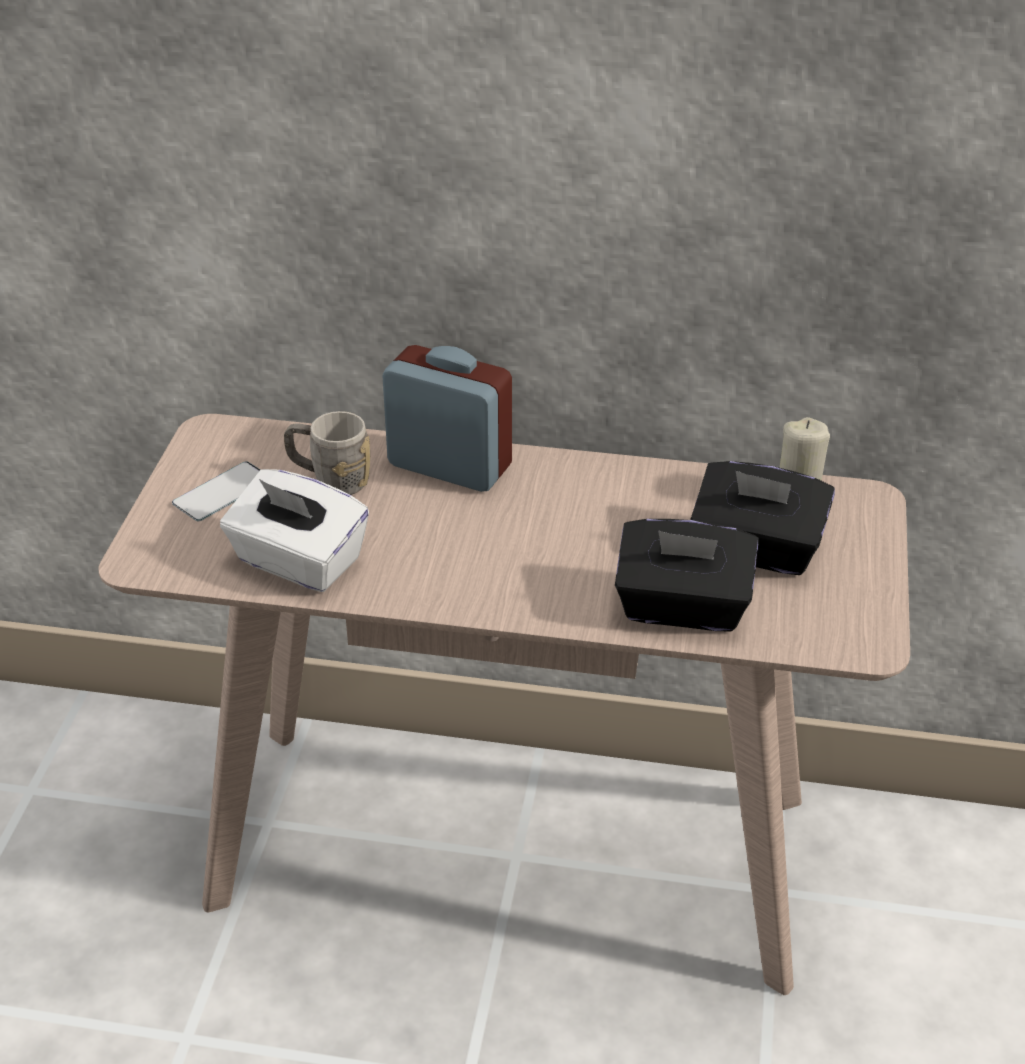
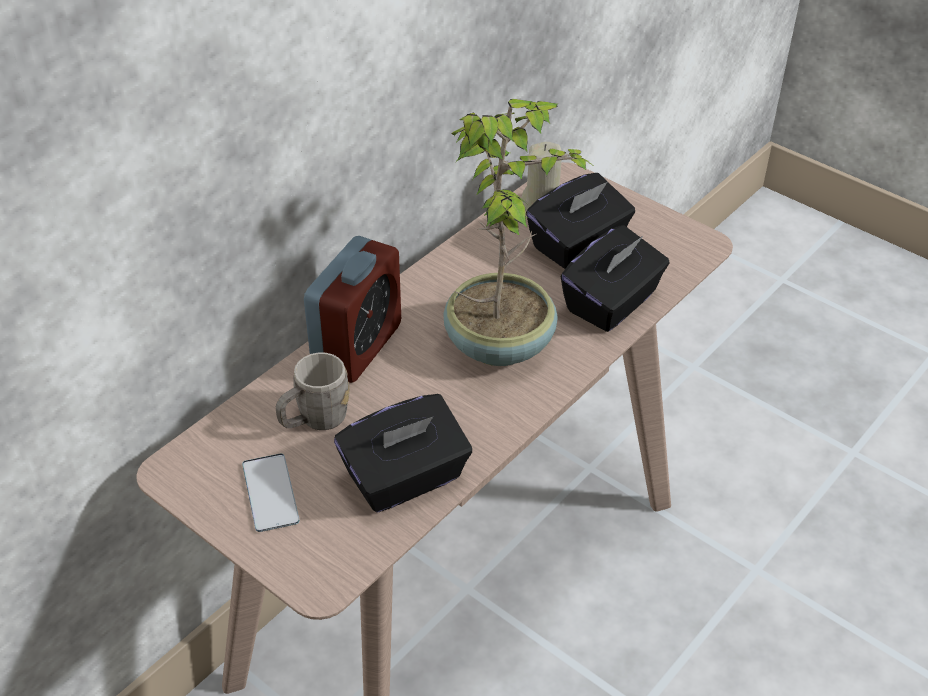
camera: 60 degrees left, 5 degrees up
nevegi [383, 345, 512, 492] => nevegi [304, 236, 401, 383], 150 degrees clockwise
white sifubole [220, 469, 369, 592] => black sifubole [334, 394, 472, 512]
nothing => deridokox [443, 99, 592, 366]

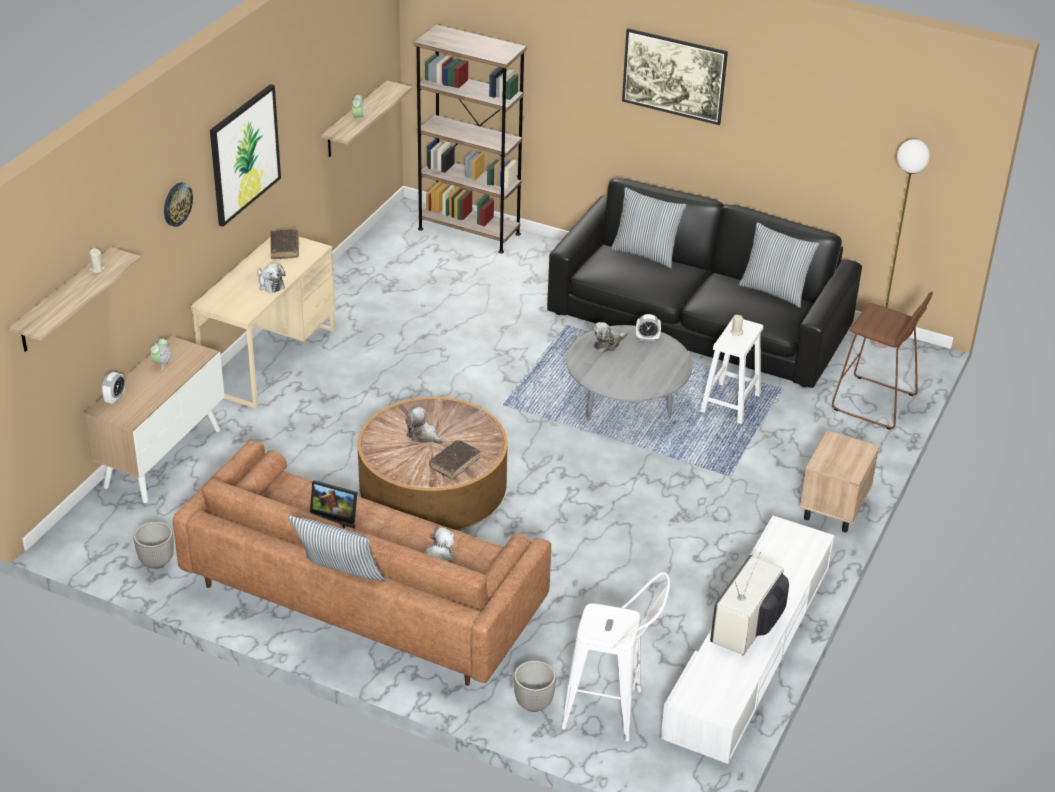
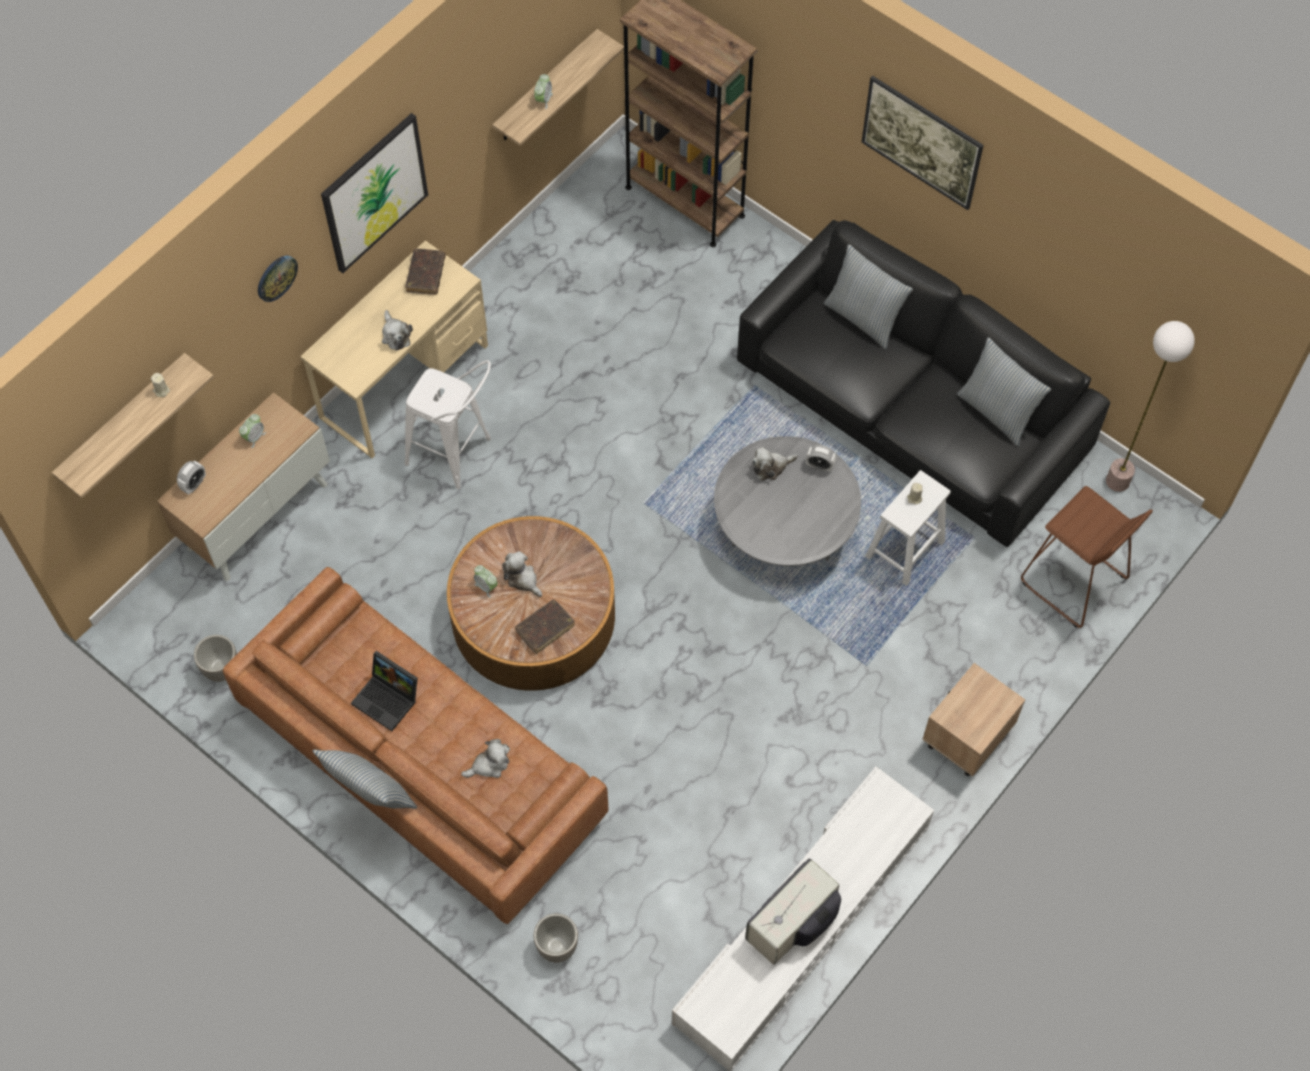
camera: 15 degrees right, 25 degrees up
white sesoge [561, 572, 670, 741] => white sesoge [404, 360, 491, 489], relocated
nothing => nevegi [474, 565, 498, 598]

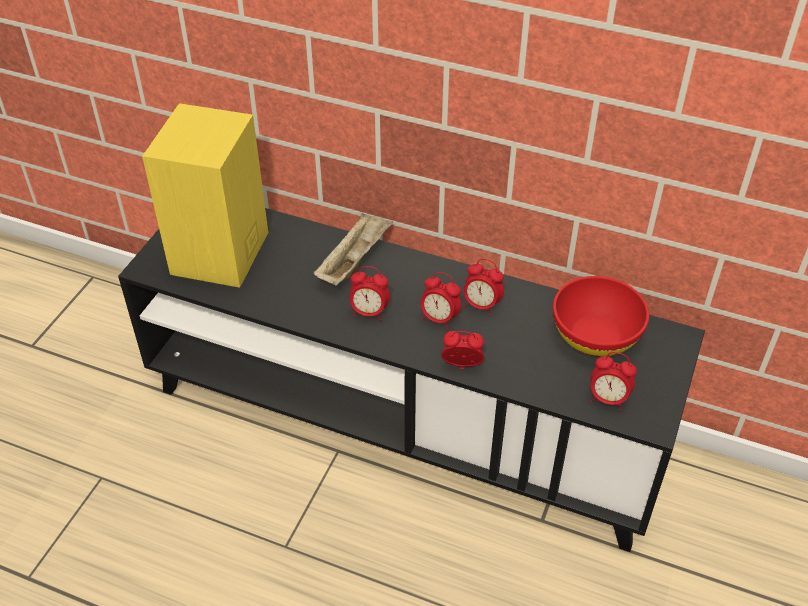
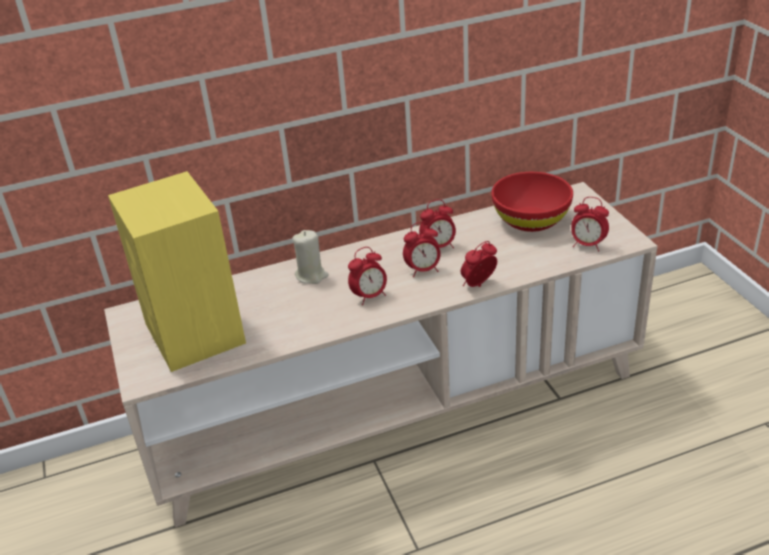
camera: 40 degrees left, 10 degrees down
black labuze [118, 208, 705, 552] => beige labuze [104, 182, 657, 527]
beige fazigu [314, 213, 393, 286] => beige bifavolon [292, 230, 328, 284]
nevegi [591, 352, 637, 410] => nevegi [571, 197, 609, 251], 45 degrees clockwise

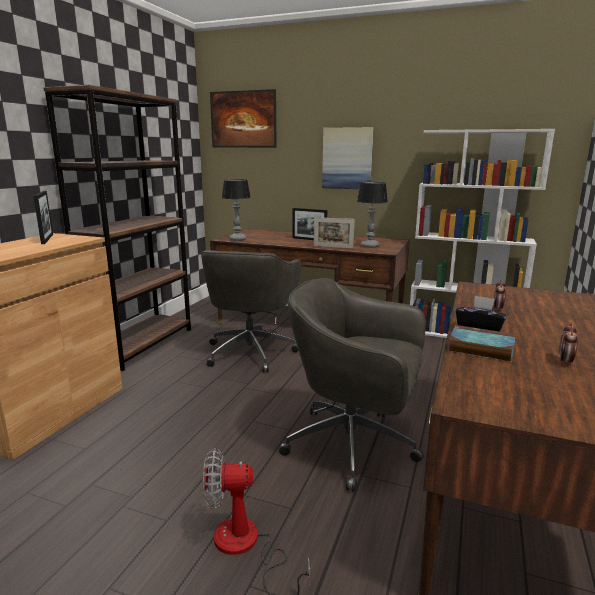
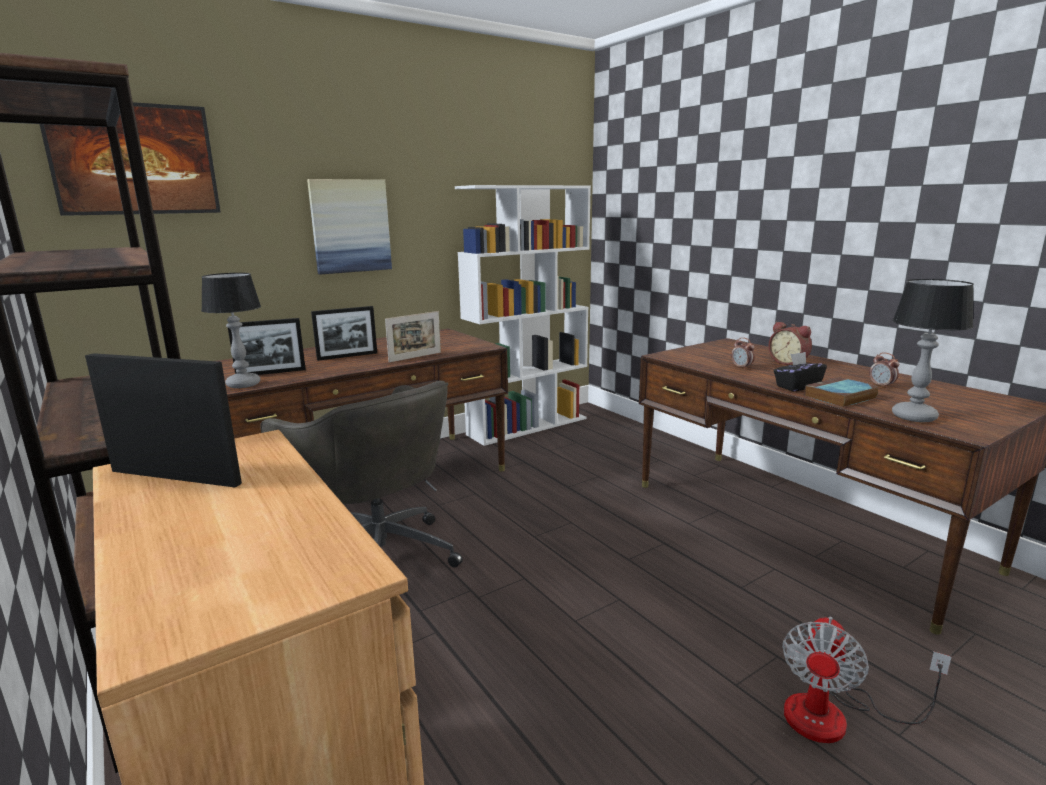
camera: 55 degrees left, 0 degrees up
nothing => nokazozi [228, 318, 306, 375]
nothing => nevegi [768, 322, 812, 365]
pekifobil [357, 182, 388, 248] => pekifobil [892, 279, 974, 422], relocated
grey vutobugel [279, 278, 426, 492] => nothing

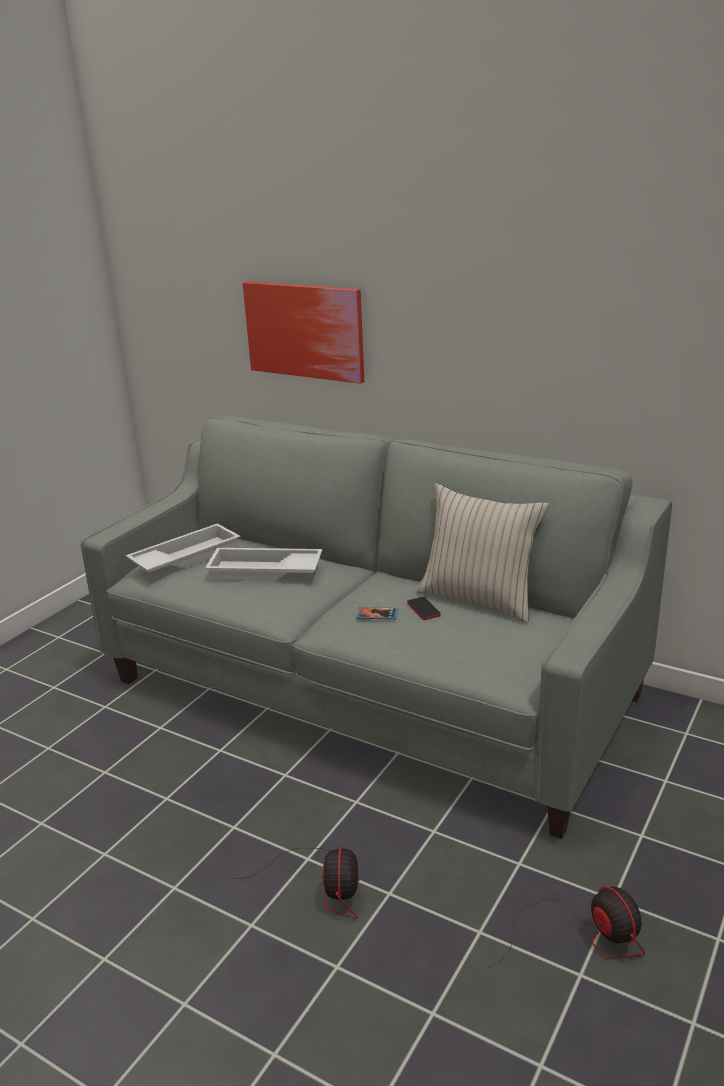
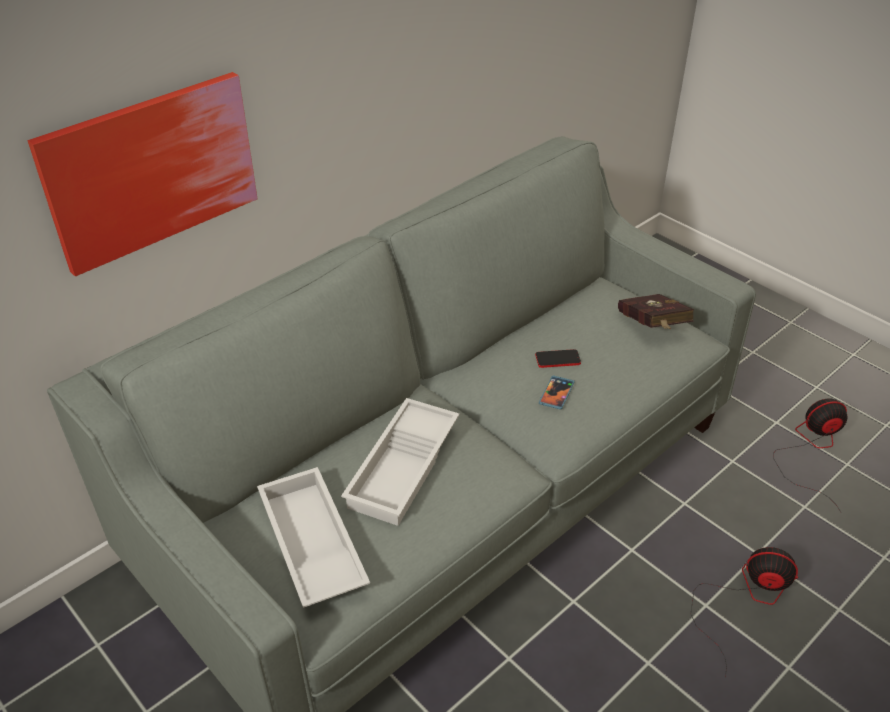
camera: 75 degrees left, 15 degrees up
nothing => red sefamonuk [618, 294, 694, 329]
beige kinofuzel [417, 483, 549, 623] => nothing

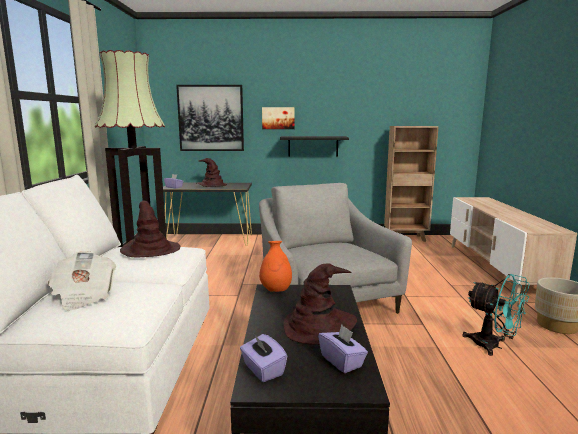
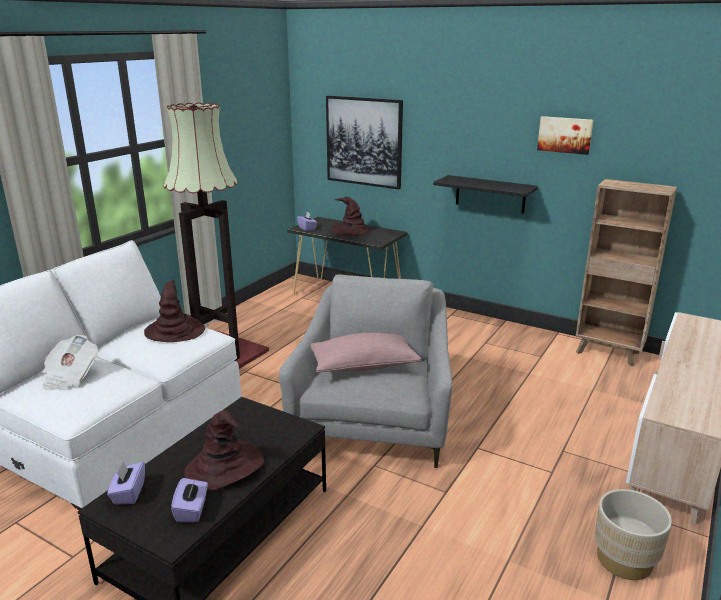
camera: 30 degrees right, 10 degrees up
nothing => pink kinofuzel [310, 333, 422, 373]
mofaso [262, 107, 295, 129] => mofaso [537, 116, 594, 155], relocated
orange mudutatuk [259, 241, 292, 292] => nothing
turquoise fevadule [463, 274, 529, 356] => nothing

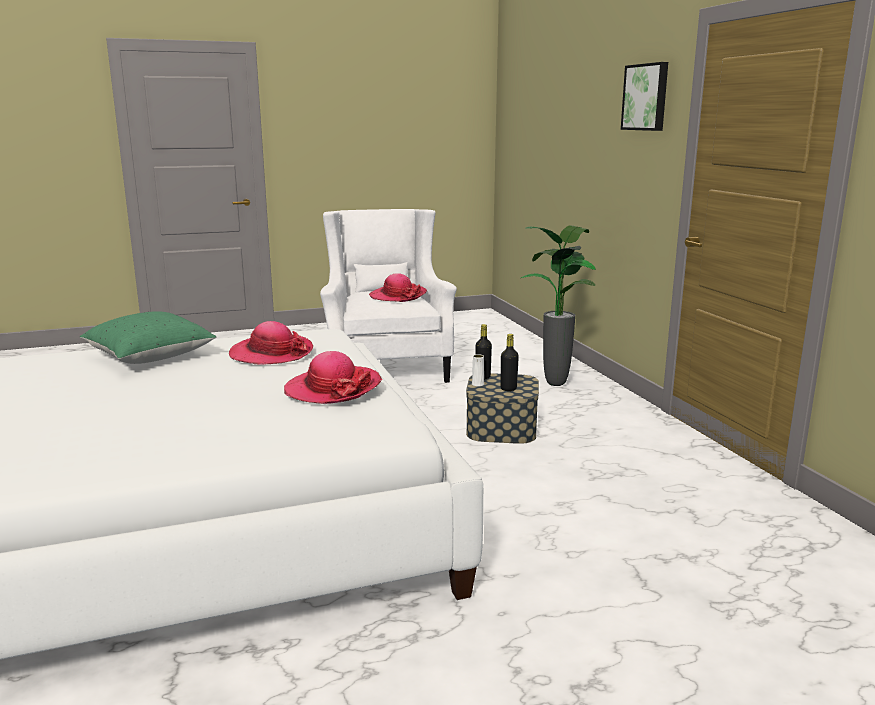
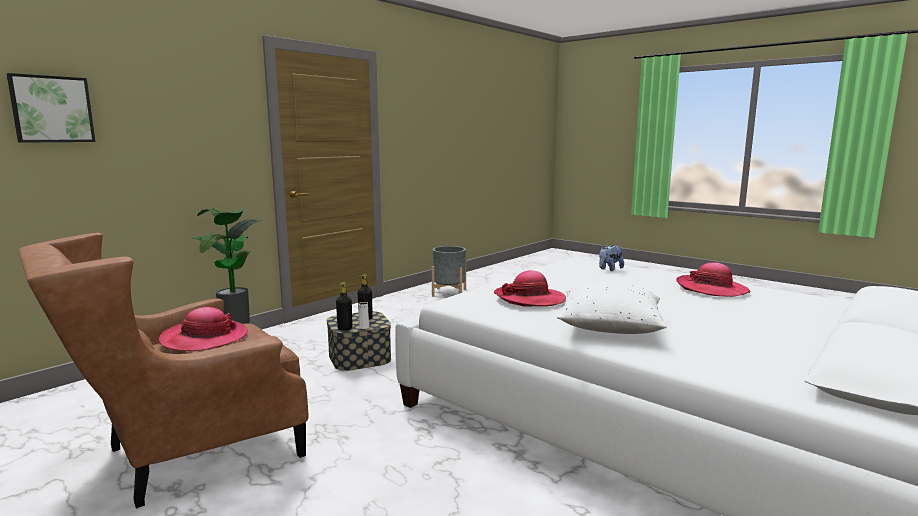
camera: 120 degrees left, 5 degrees down
mofaso [621, 62, 668, 131] => mofaso [7, 73, 95, 143], relocated
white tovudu [320, 209, 457, 383] => brown tovudu [18, 233, 309, 509]
nothing => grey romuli [432, 246, 466, 297]
green kinofuzel [80, 311, 216, 364] => white kinofuzel [557, 282, 667, 334]
nothing => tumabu [599, 245, 624, 271]
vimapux [284, 351, 382, 404] => vimapux [676, 263, 751, 297], relocated

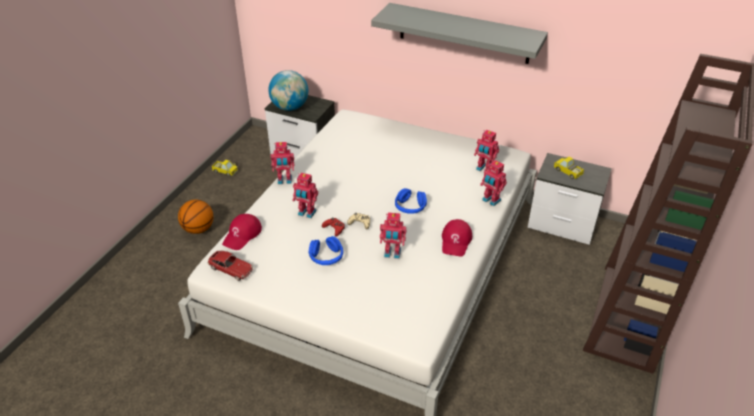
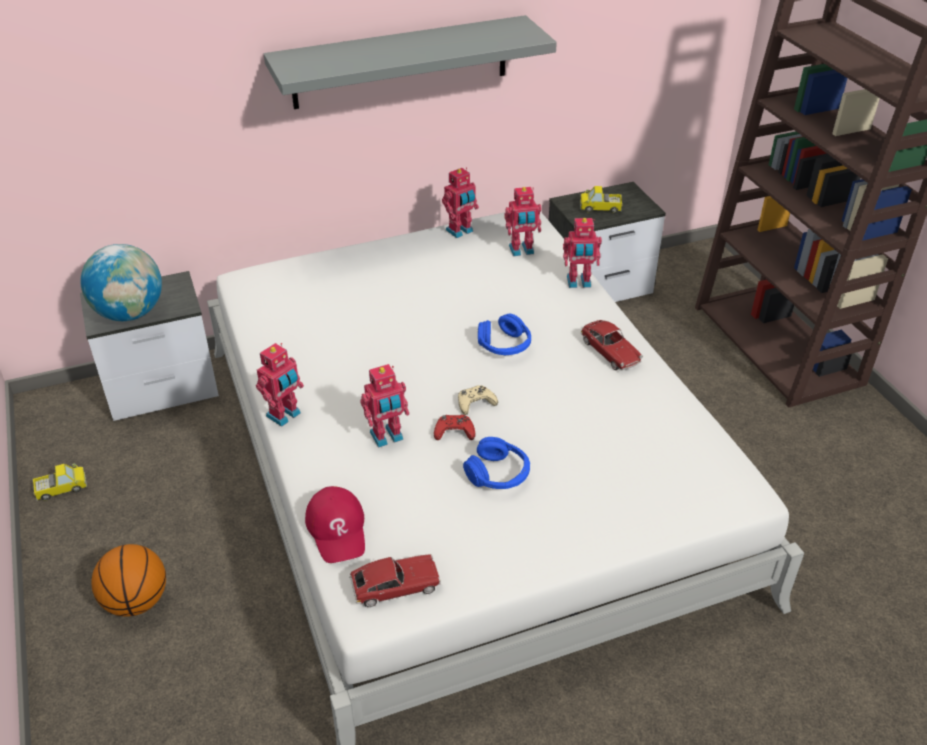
camera: 45 degrees left, 0 degrees up
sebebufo [380, 212, 406, 259] => sebebufo [442, 167, 479, 238], relocated
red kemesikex [442, 219, 472, 257] => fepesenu [581, 320, 643, 370]

